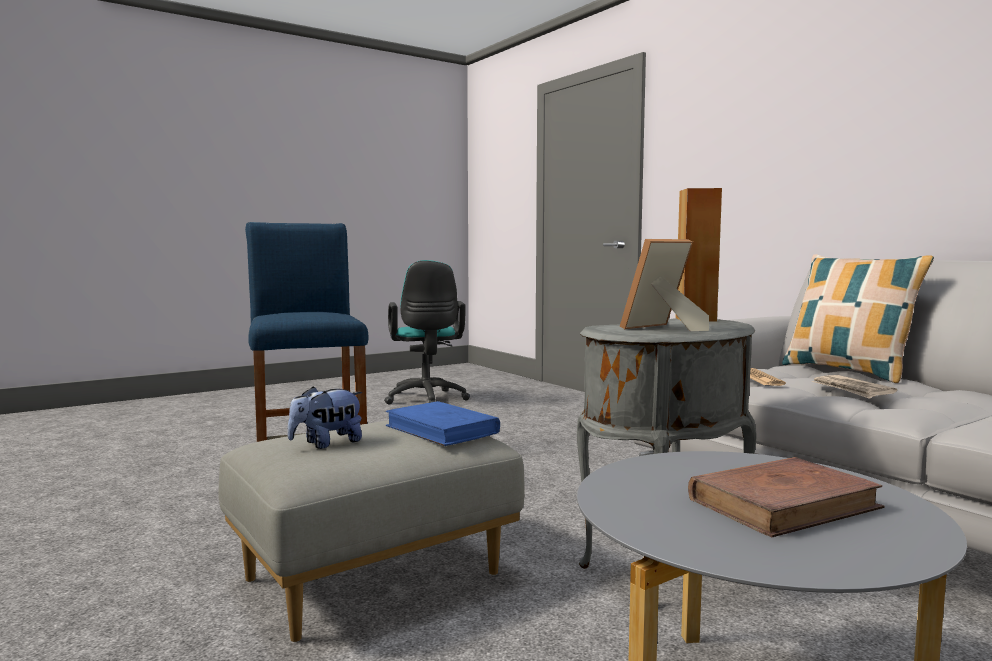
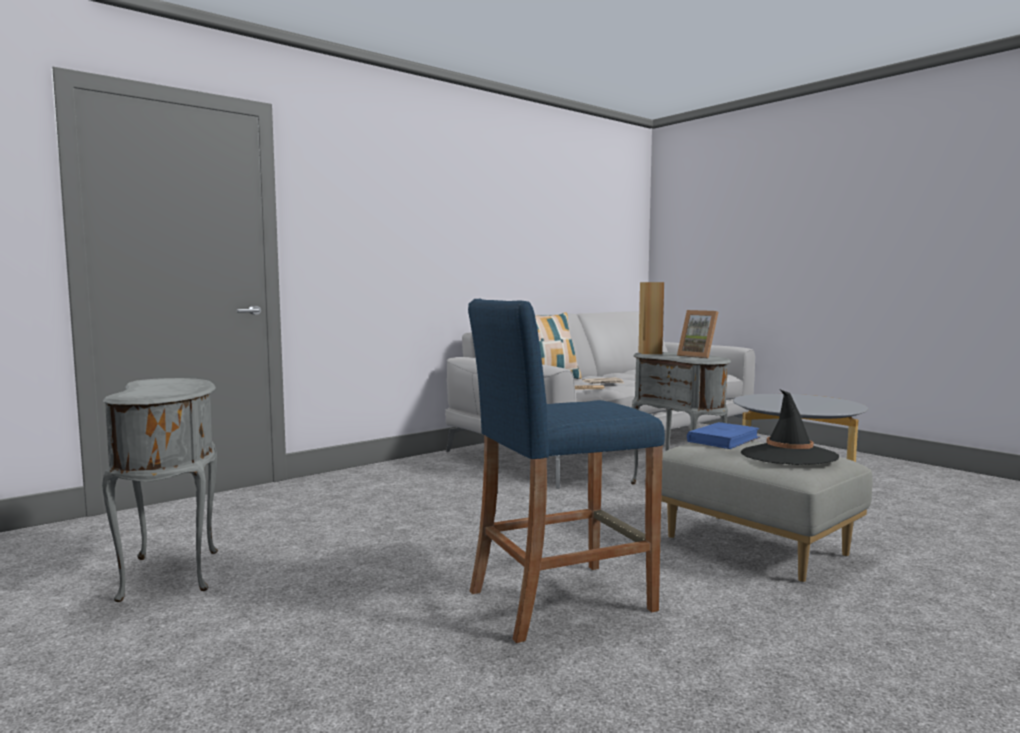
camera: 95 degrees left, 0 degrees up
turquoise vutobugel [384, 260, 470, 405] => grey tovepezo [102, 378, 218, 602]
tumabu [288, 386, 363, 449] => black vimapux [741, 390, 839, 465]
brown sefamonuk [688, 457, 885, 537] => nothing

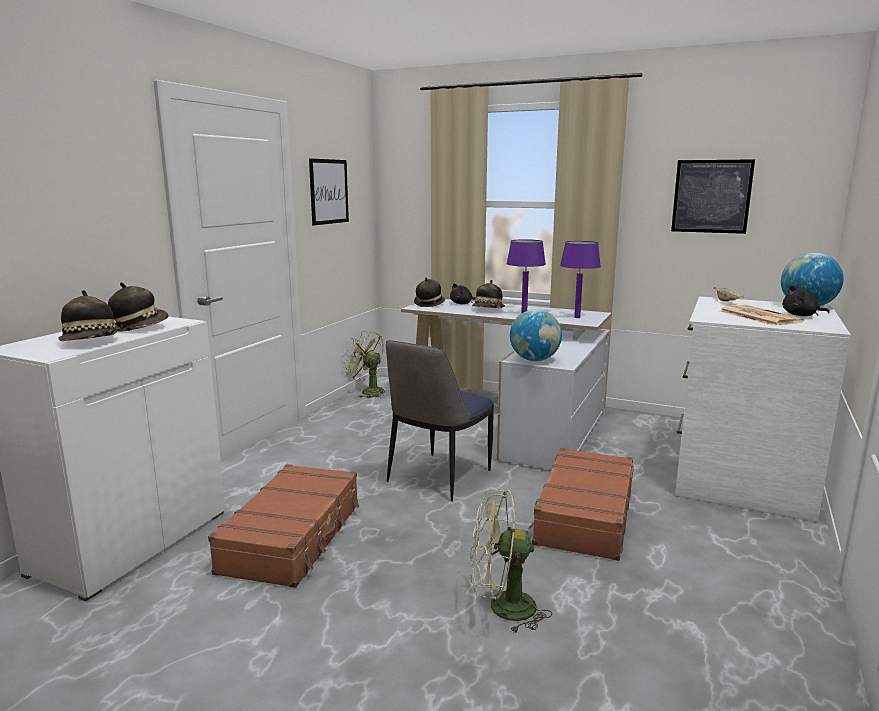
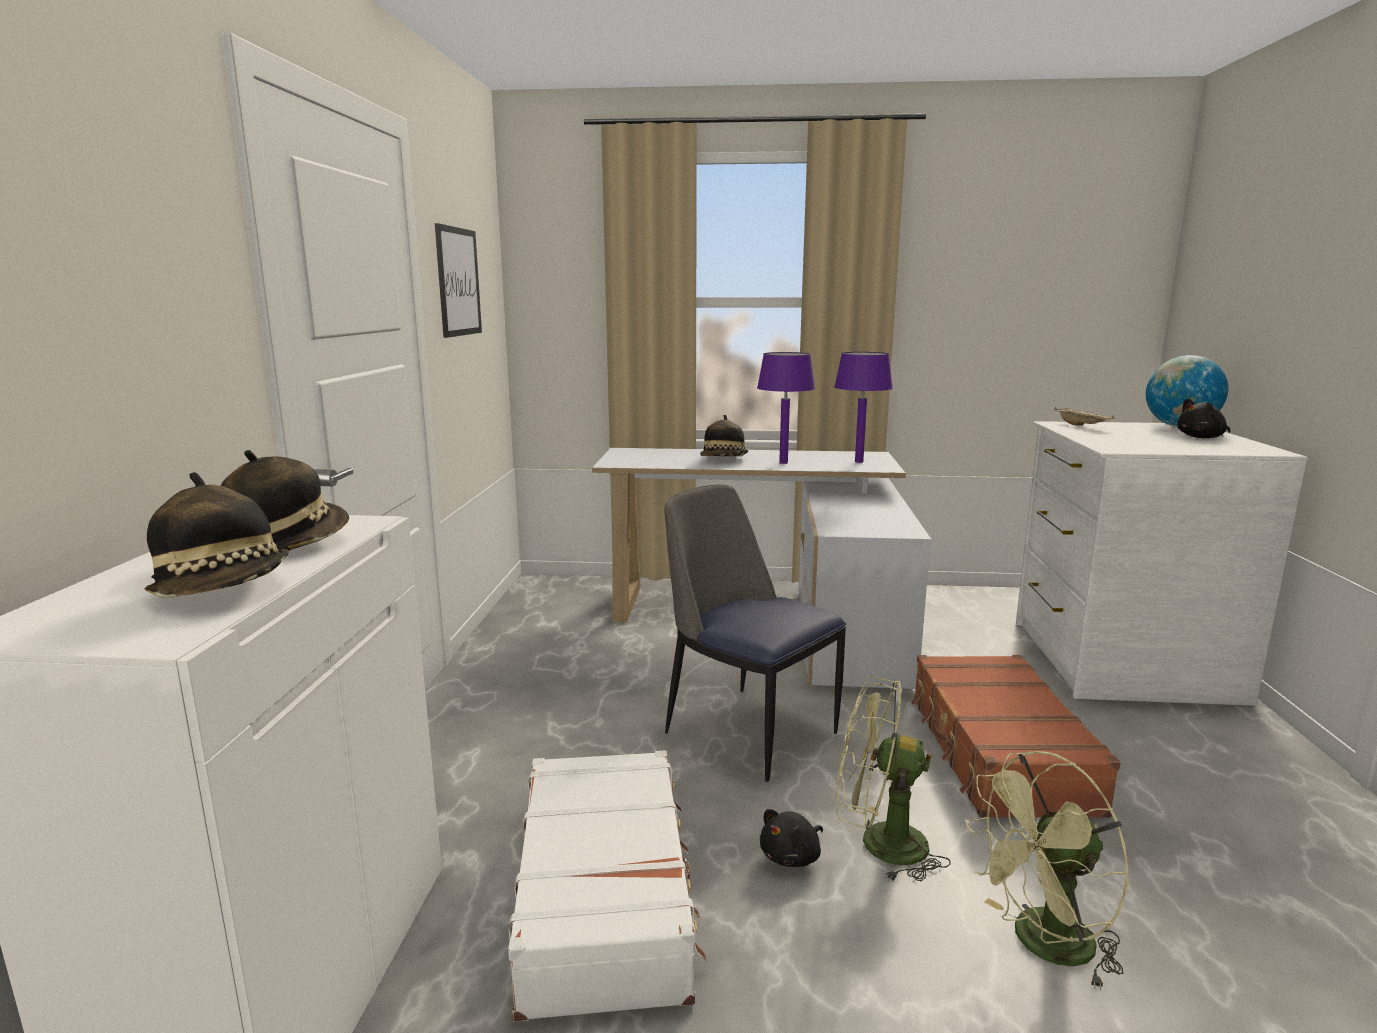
camera: 20 degrees left, 0 degrees up
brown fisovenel [208, 464, 359, 588] => white fisovenel [508, 751, 706, 1022]
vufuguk [386, 340, 494, 501] => vufuguk [664, 484, 846, 782], 120 degrees clockwise
black tumabu [450, 283, 476, 304] => black tumabu [760, 809, 823, 867], relocated
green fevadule [343, 331, 385, 398] => green fevadule [836, 676, 951, 881], relocated
vimapux [414, 277, 445, 307] => nothing
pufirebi [510, 309, 562, 361] => nothing
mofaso [671, 159, 755, 234] => nothing
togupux [720, 305, 804, 326] => nothing

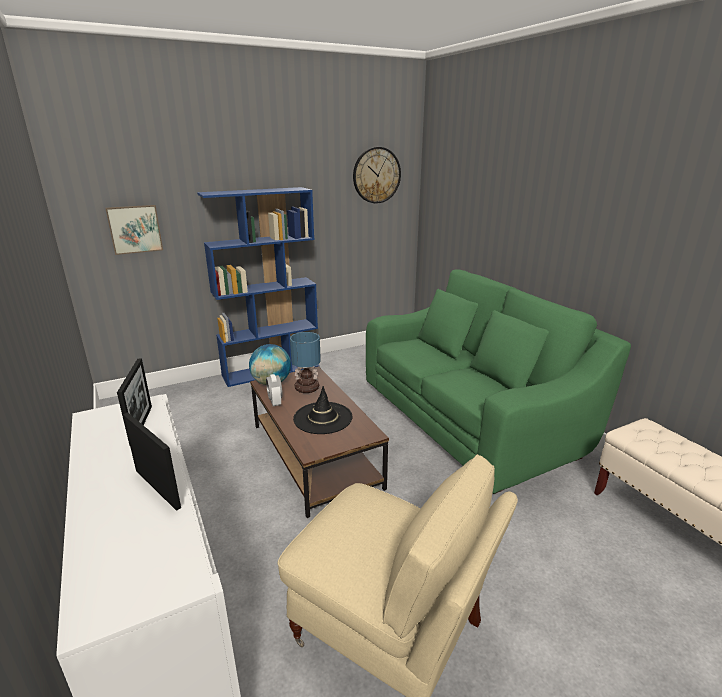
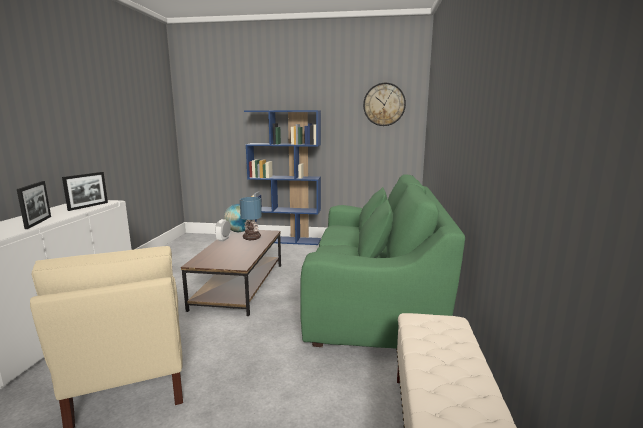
camera: 35 degrees right, 10 degrees down
mofaso [105, 205, 163, 255] => nothing
black vimapux [293, 386, 352, 434] => nothing

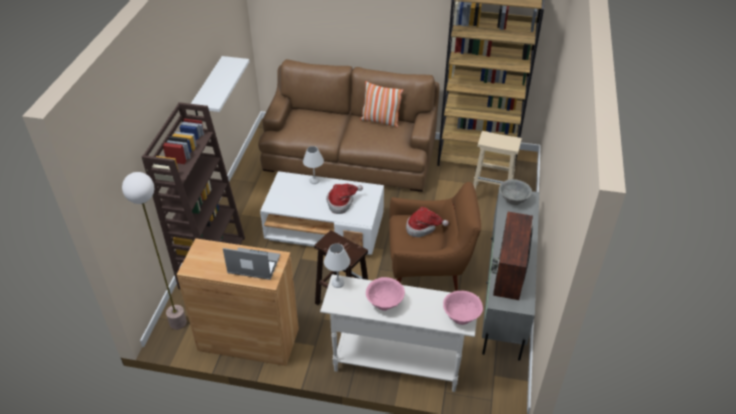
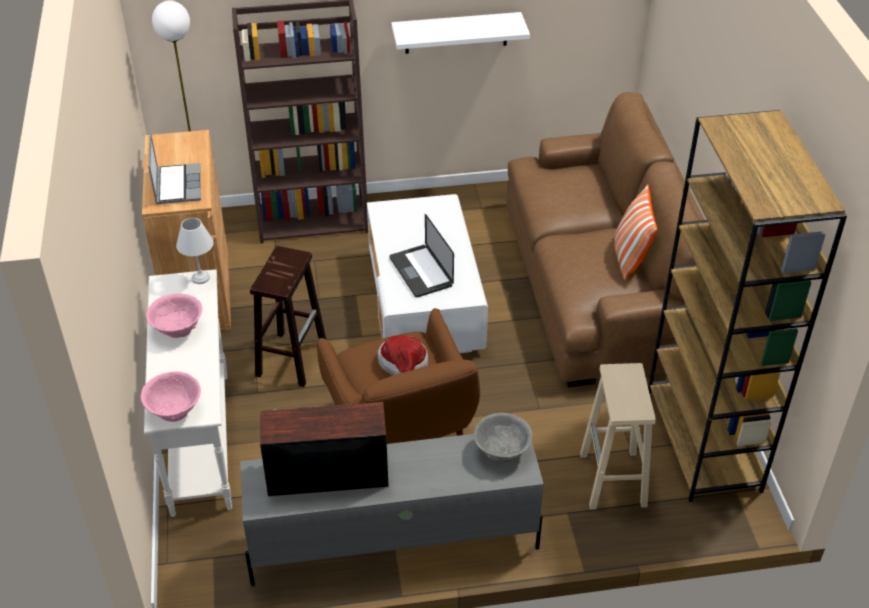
camera: 70 degrees right, 0 degrees up
vimapux [326, 184, 363, 214] => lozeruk [390, 214, 454, 297]
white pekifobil [303, 146, 324, 184] => nothing

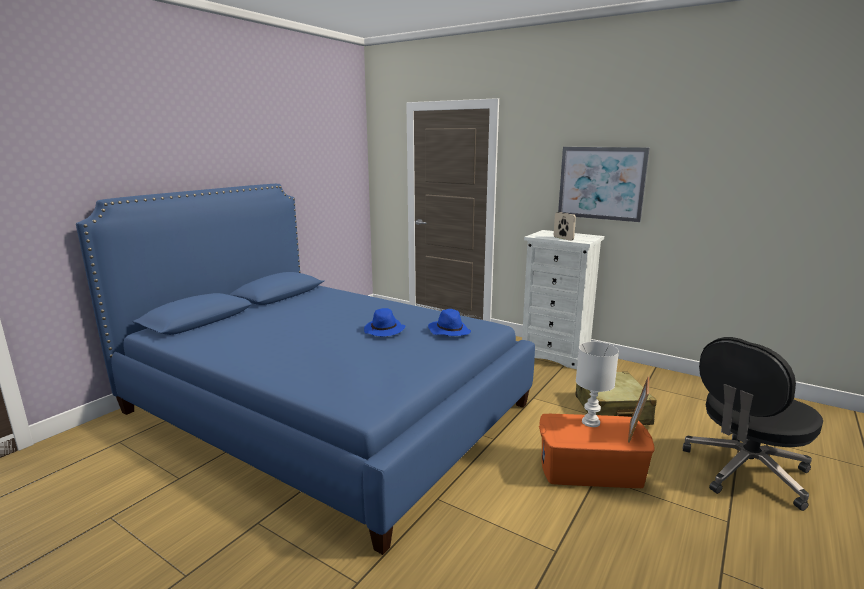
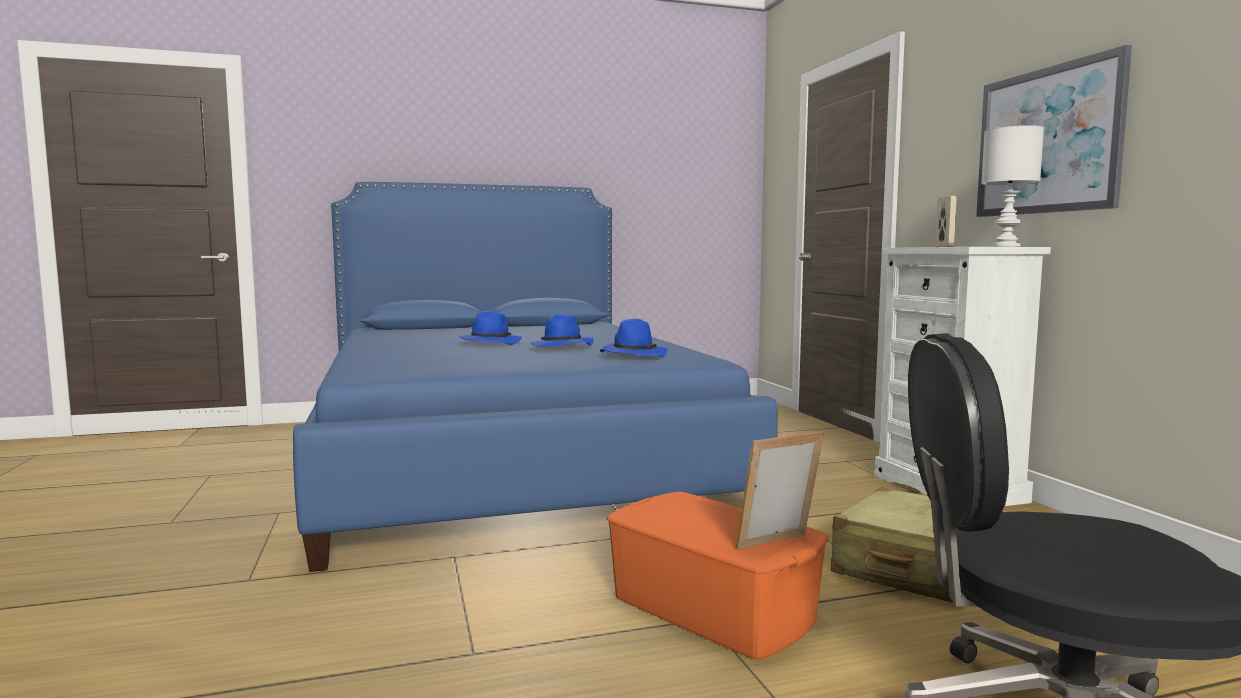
camera: 40 degrees right, 10 degrees down
nothing => blue vimapux [459, 310, 522, 345]
white pekifobil [576, 342, 619, 427] => white pekifobil [981, 125, 1044, 247], relocated

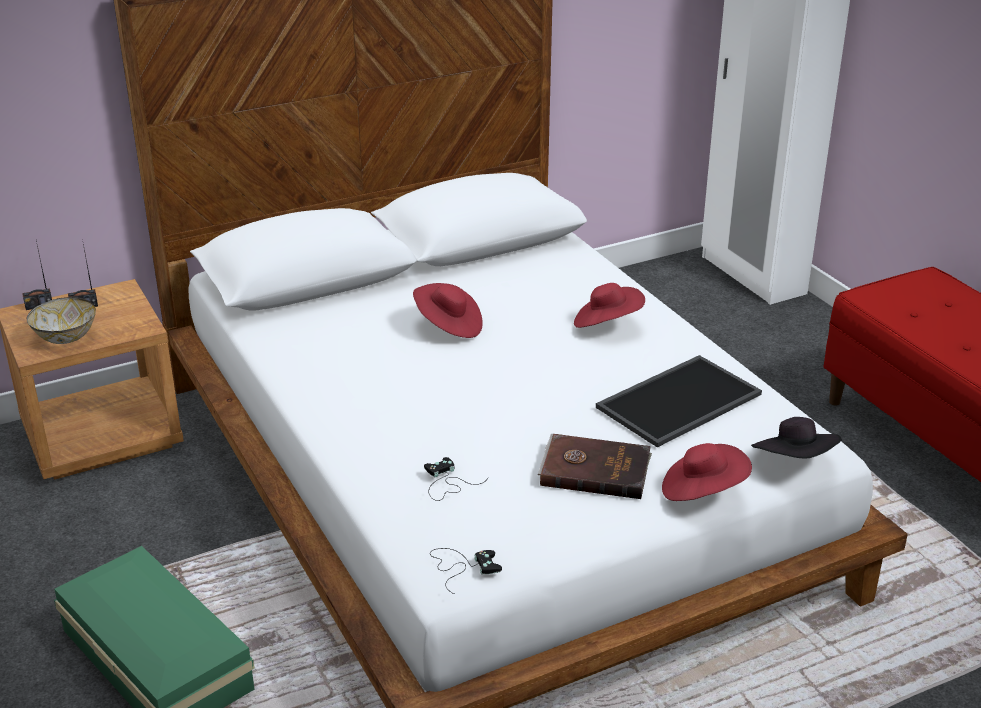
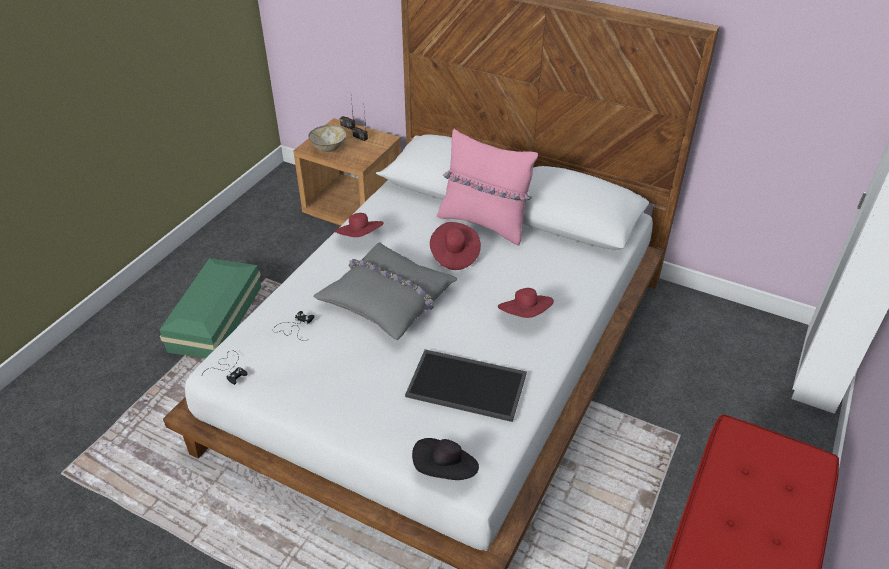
camera: 55 degrees right, 10 degrees up
nothing => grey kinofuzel [313, 242, 457, 340]
red vimapux [662, 443, 752, 501] => red vimapux [334, 213, 384, 237], relocated
nothing => pink kinofuzel [437, 129, 538, 245]
brown sefamonuk [538, 434, 652, 499] => nothing

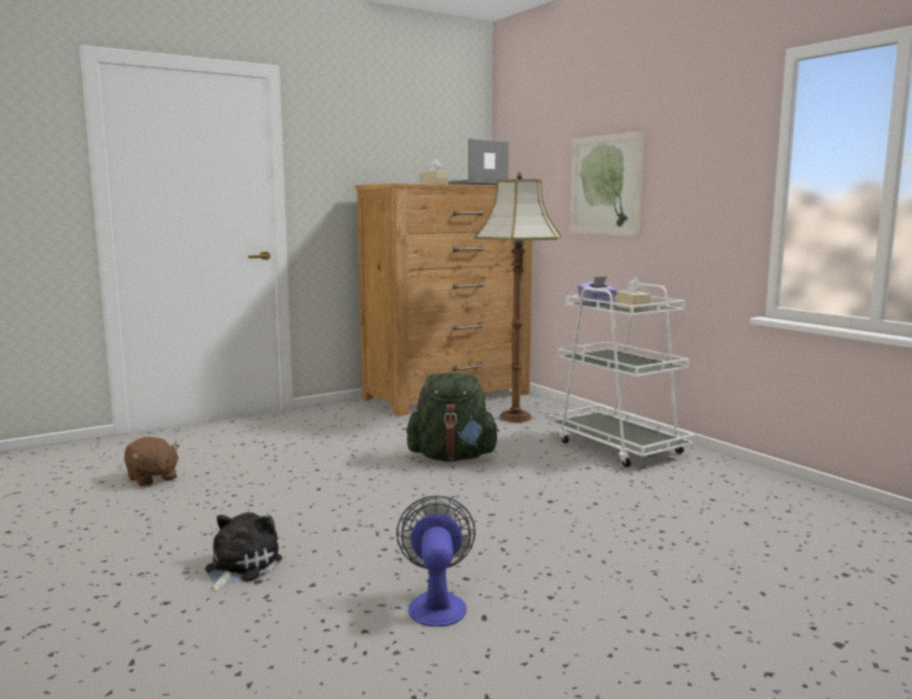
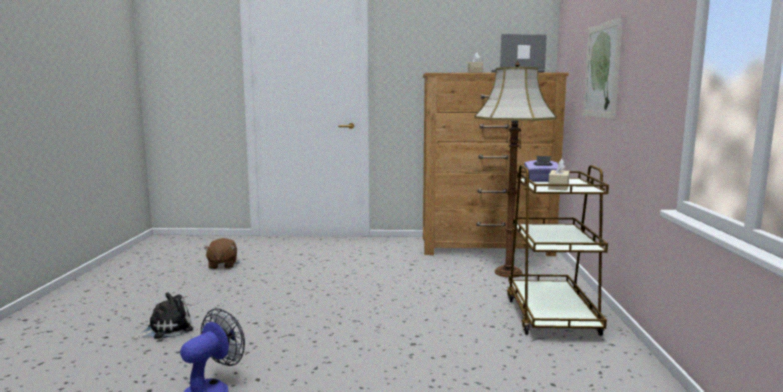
camera: 35 degrees right, 0 degrees up
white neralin [549, 283, 695, 468] => brown neralin [507, 165, 609, 336]
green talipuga [406, 373, 500, 462] => nothing

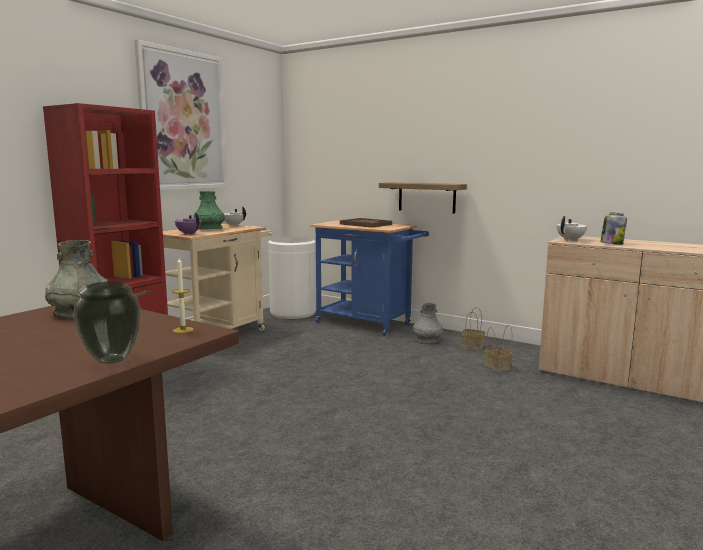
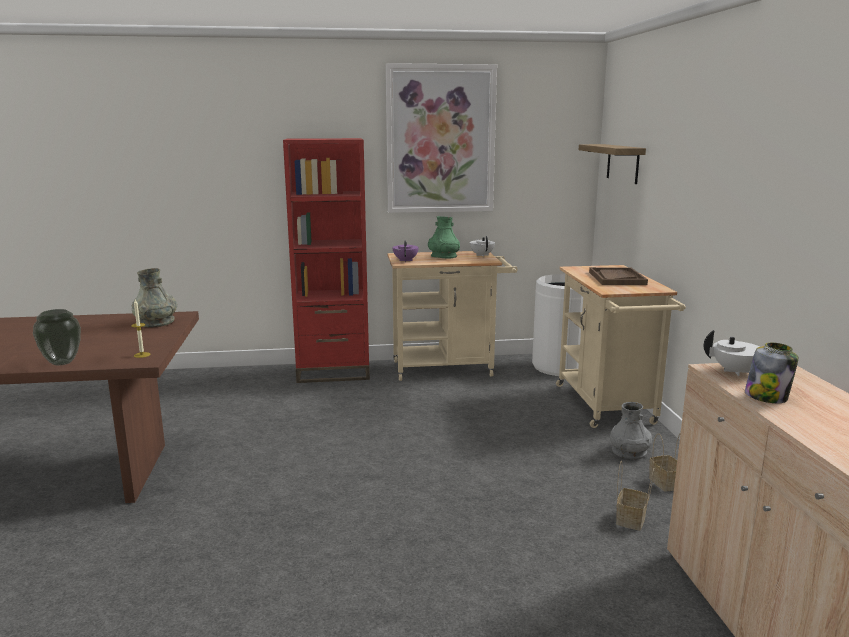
camera: 50 degrees right, 5 degrees up
blue neralin [310, 220, 429, 336] => beige neralin [556, 265, 686, 428]
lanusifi [379, 182, 467, 213] => lanusifi [579, 144, 646, 184], relocated

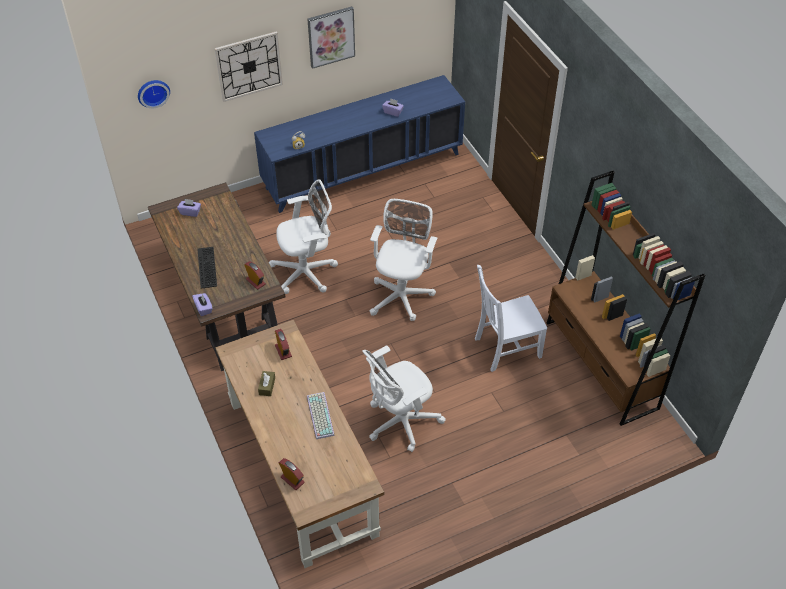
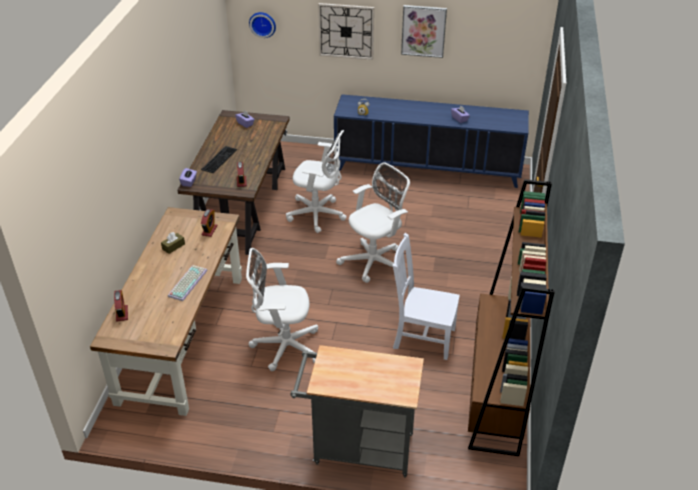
camera: 35 degrees right, 10 degrees down
nothing => grey neralin [290, 345, 424, 477]

